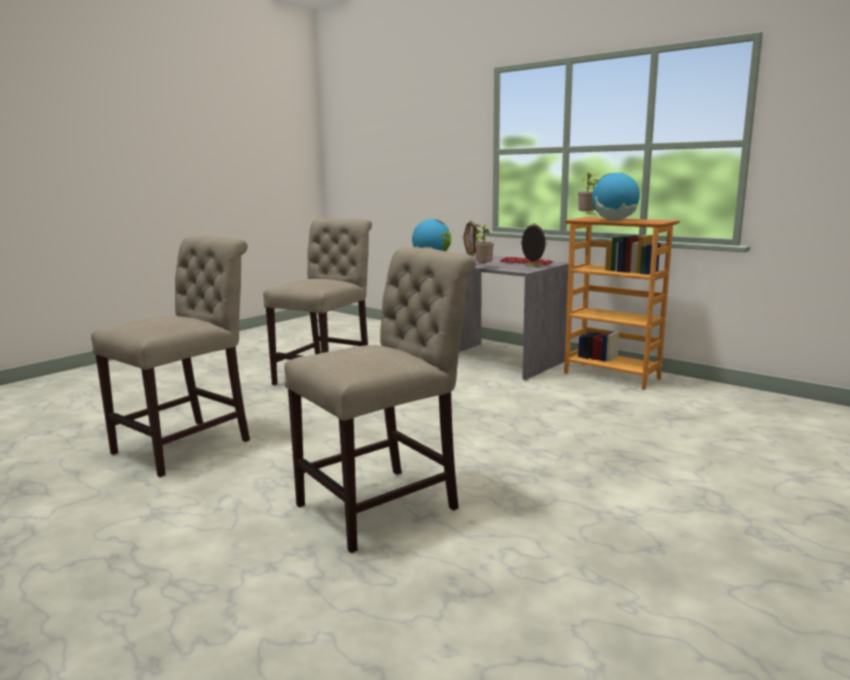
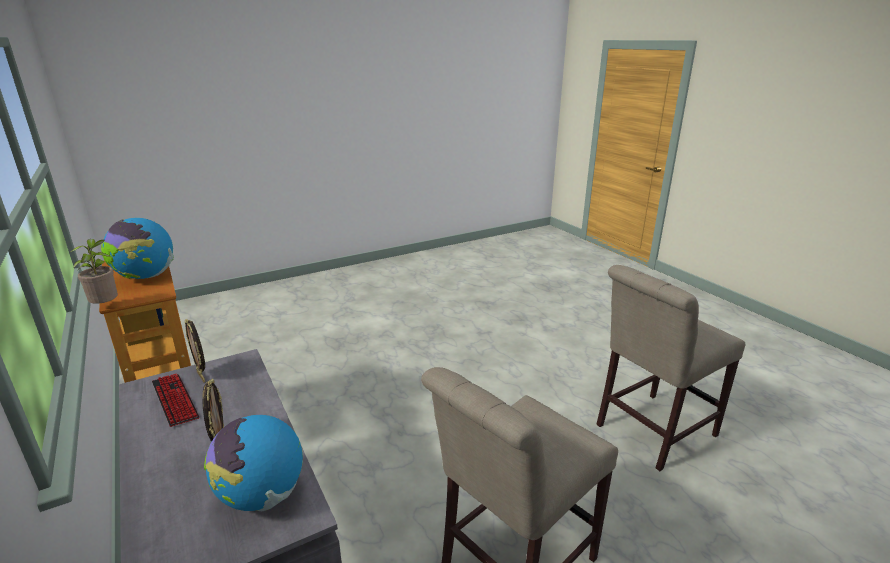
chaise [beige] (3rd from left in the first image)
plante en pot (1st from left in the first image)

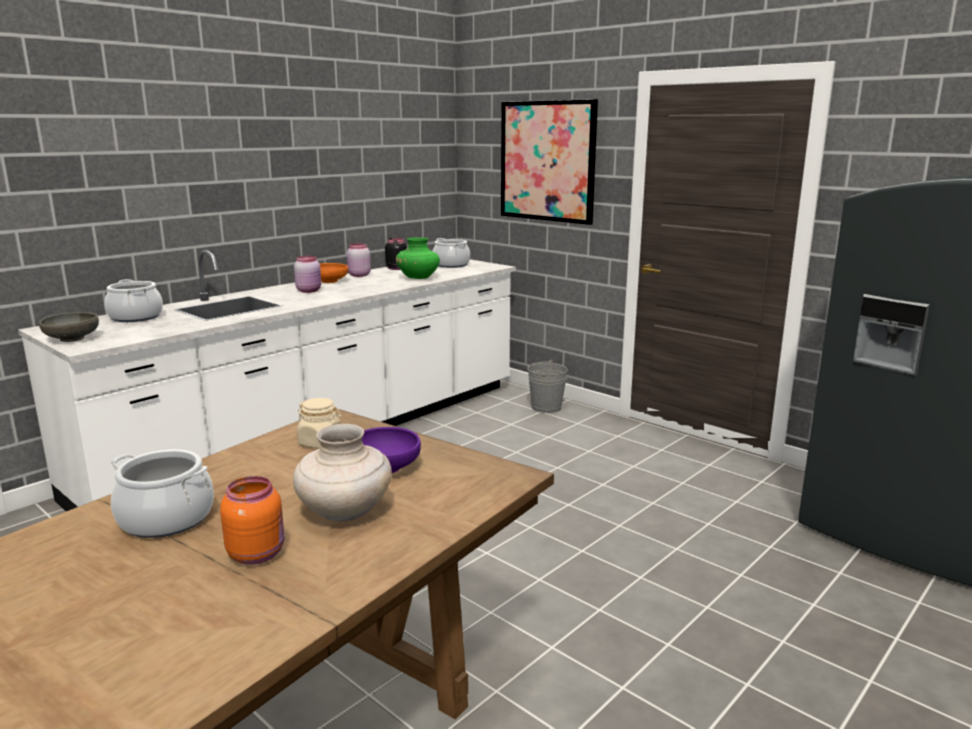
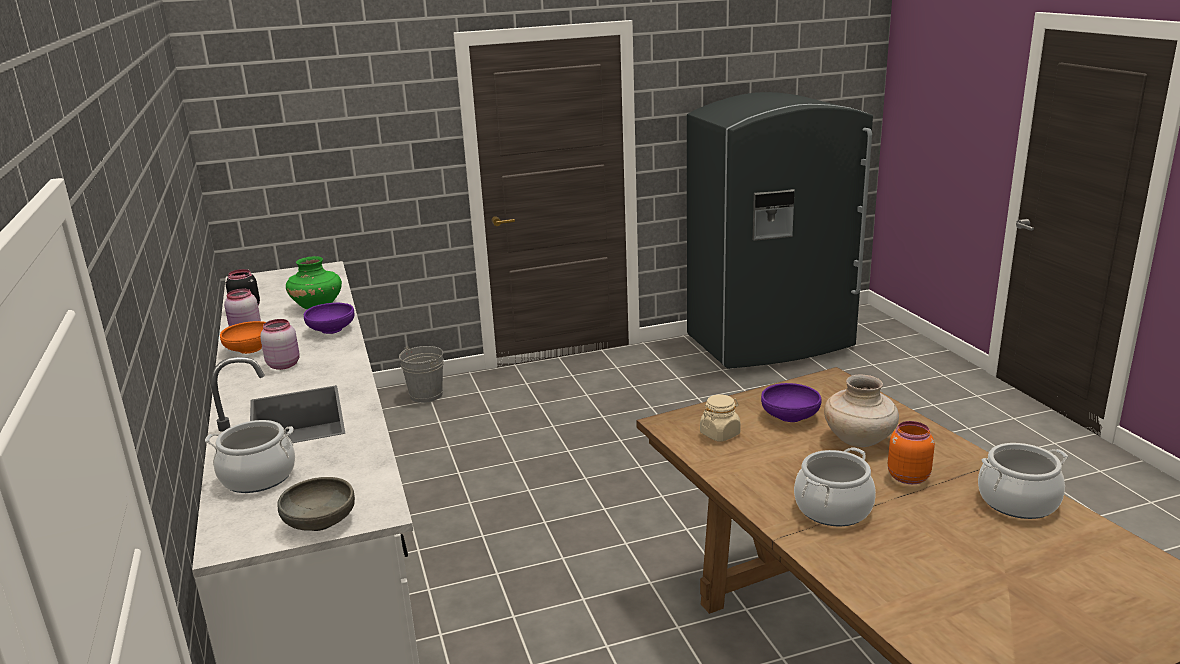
marmite (3rd from left)
tableau
bol [violet] (1st from left)

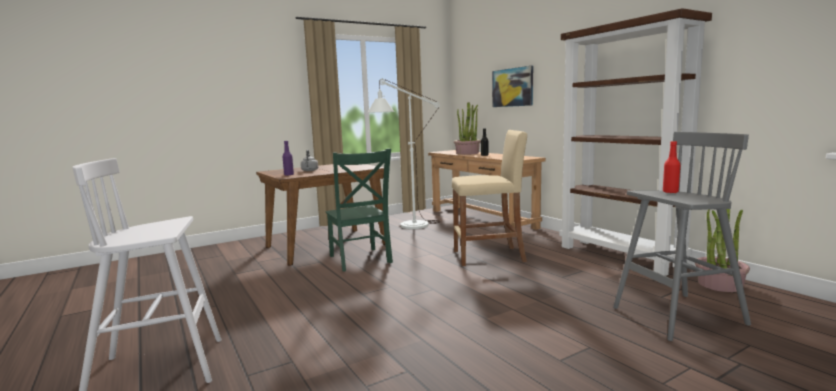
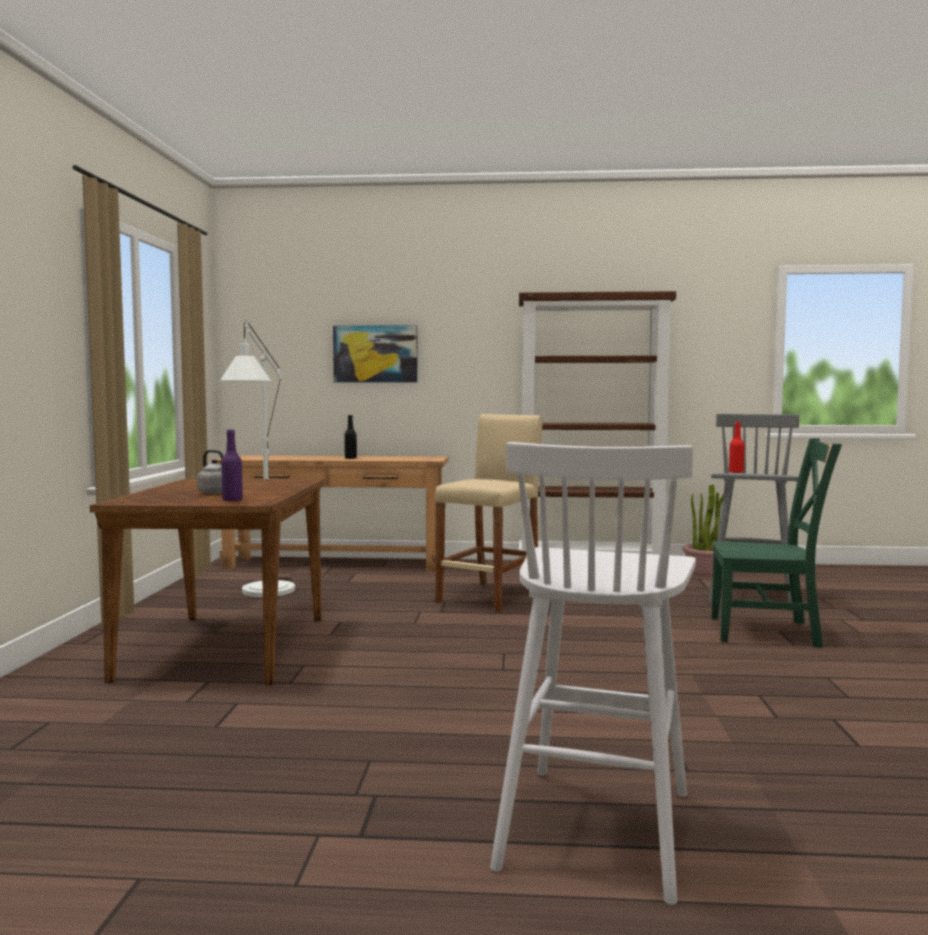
chaise [vert]
plante en pot (1st from left in the first image)

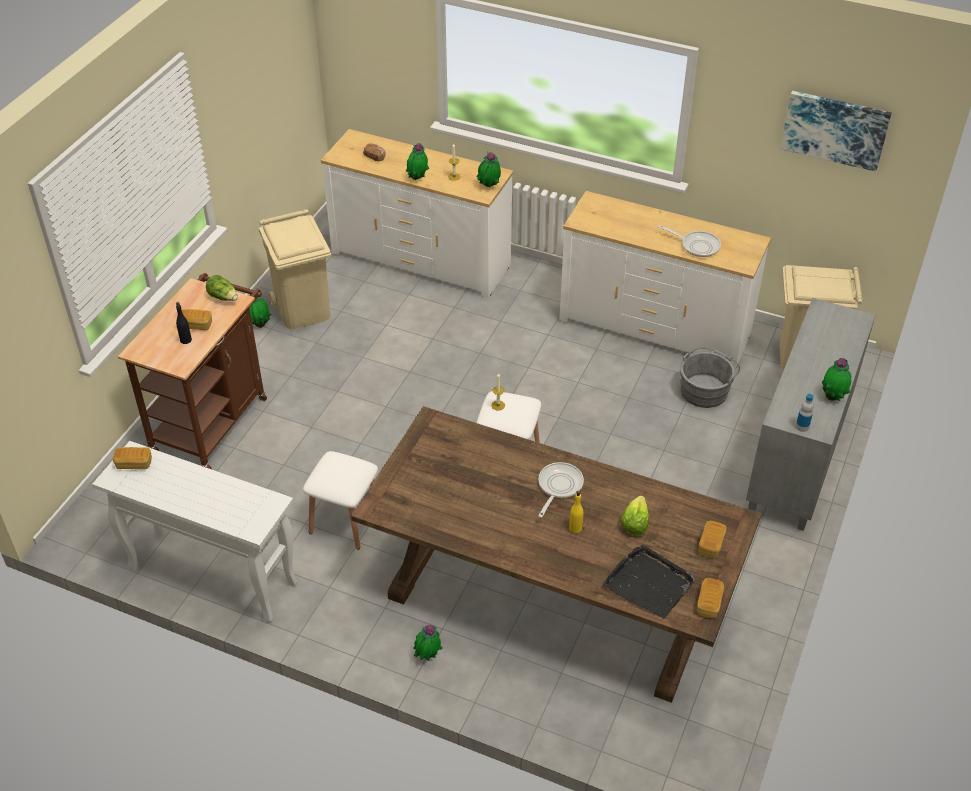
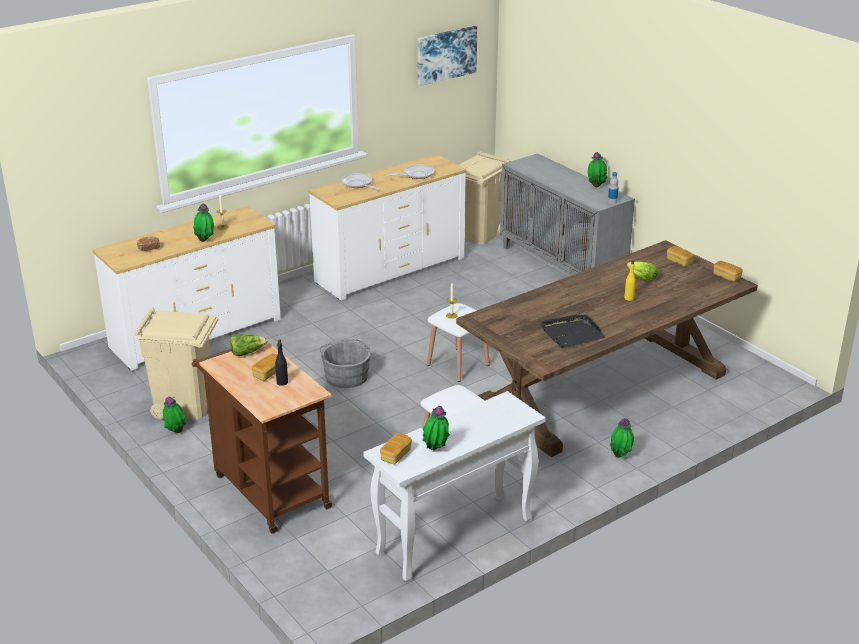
plante en pot (3rd from left)
poêle (1st from left)
plateau [noir]
seau [gris]

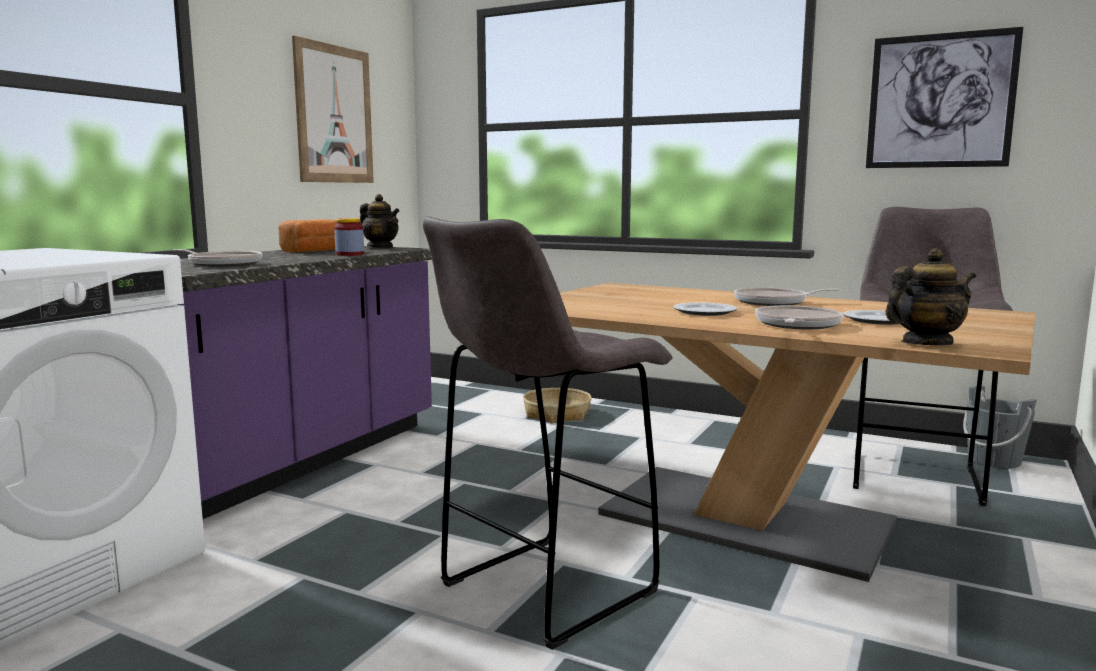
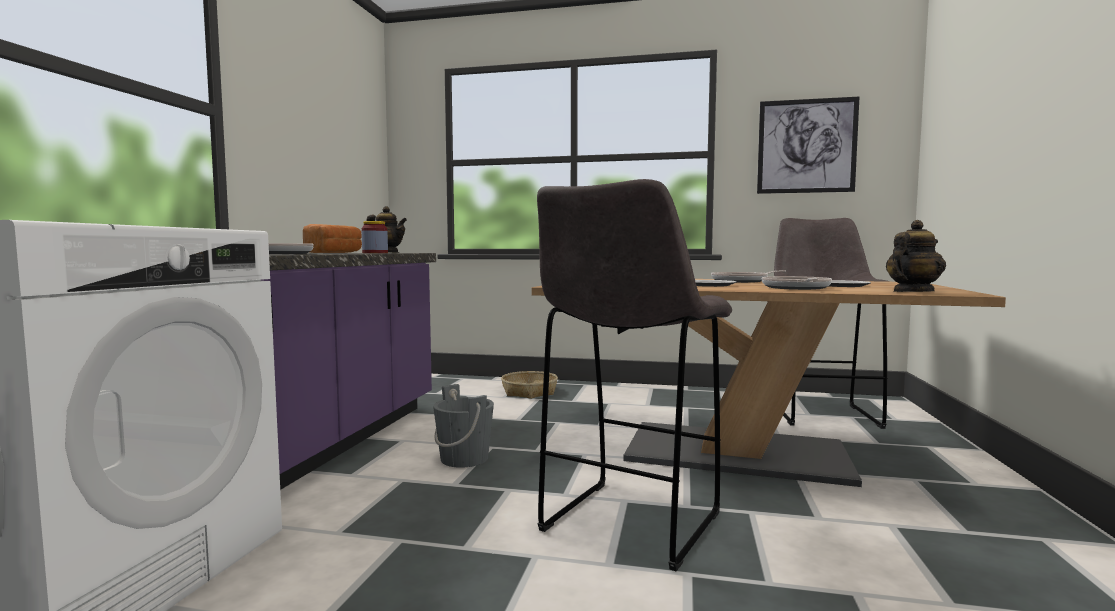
tableau (1st from left in the first image)
seau [gris]

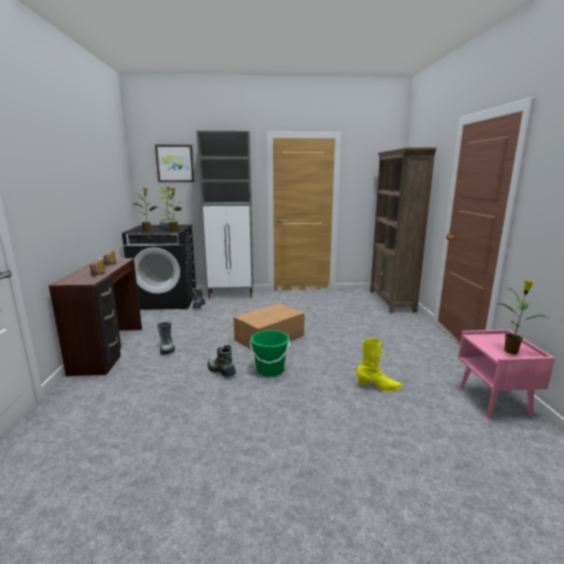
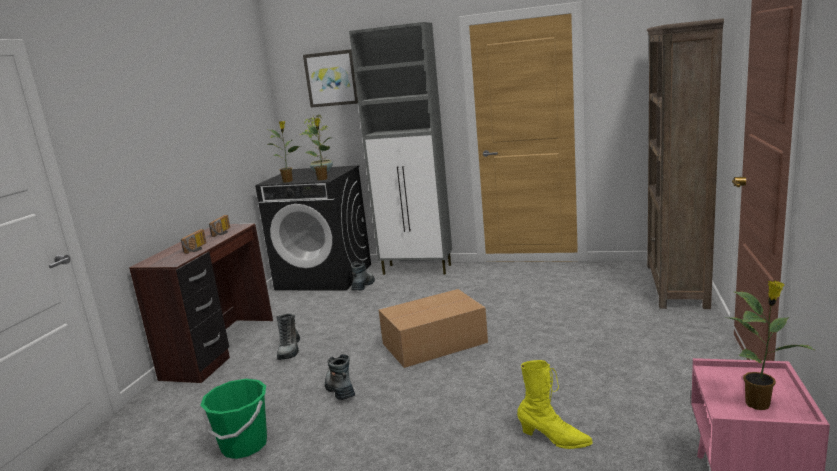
seau [vert]

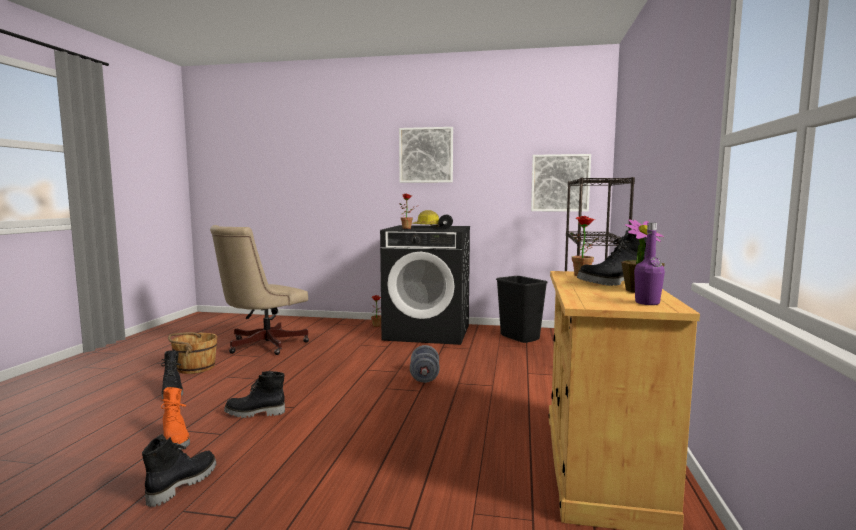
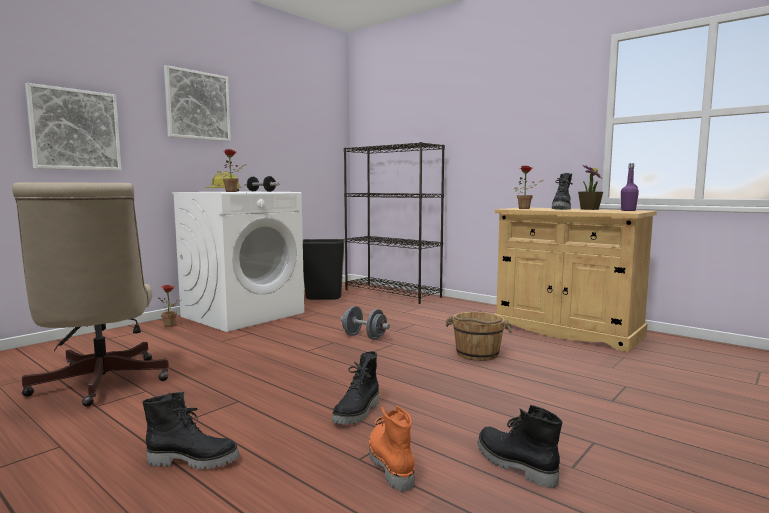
botte [orange]
seau [marron]
lave-linge [blanc]
tableau (1st from left)

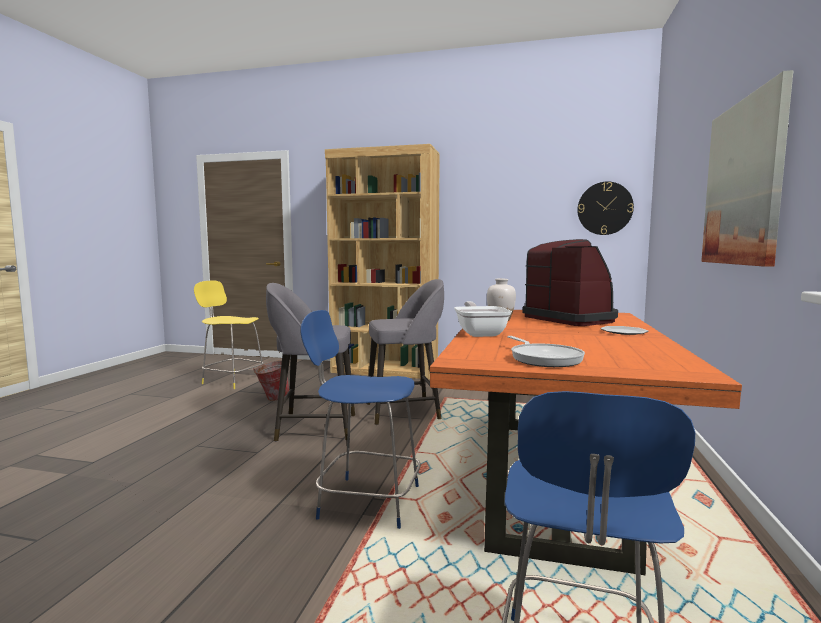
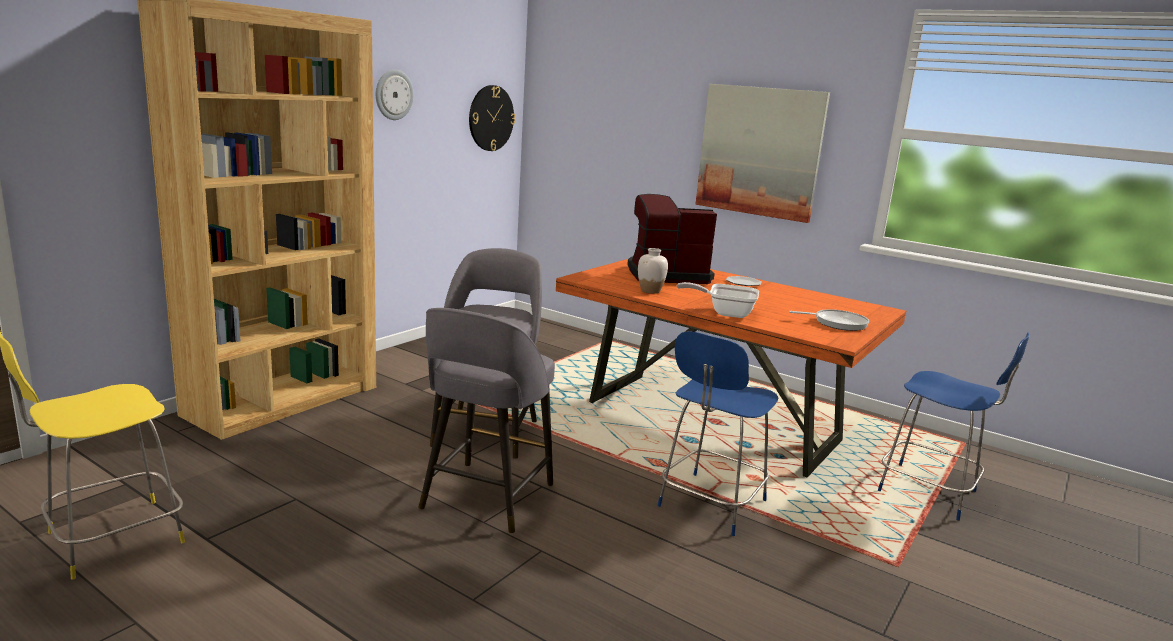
seau
horloge murale (1st from left)

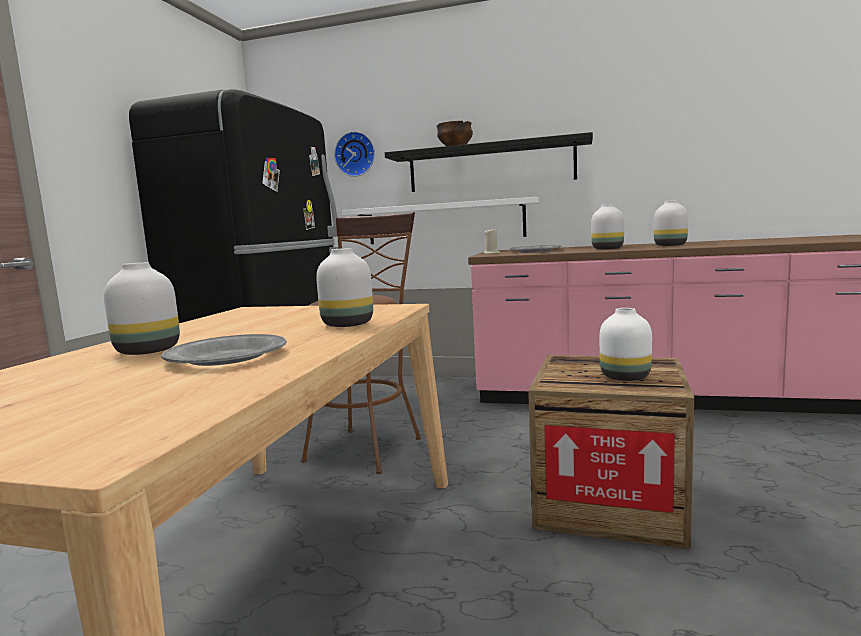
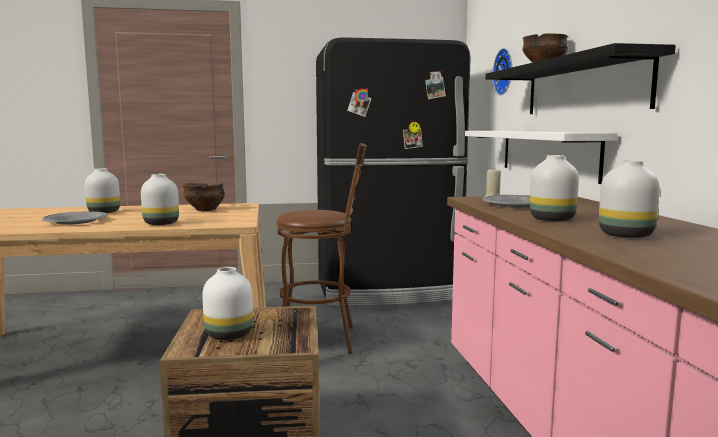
bol (1st from left)

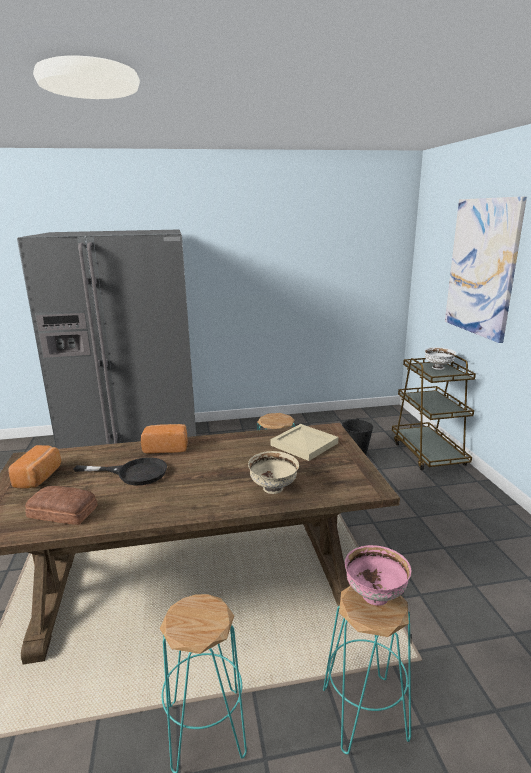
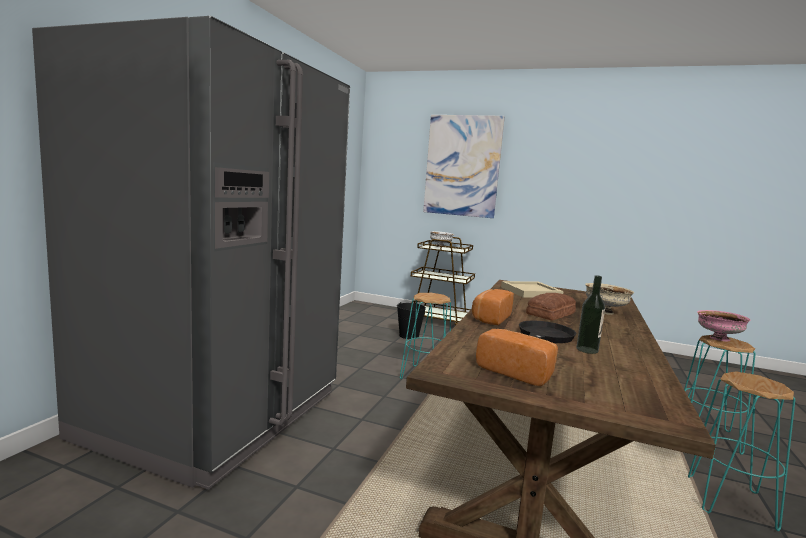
pain (3rd from left)
bouteille

